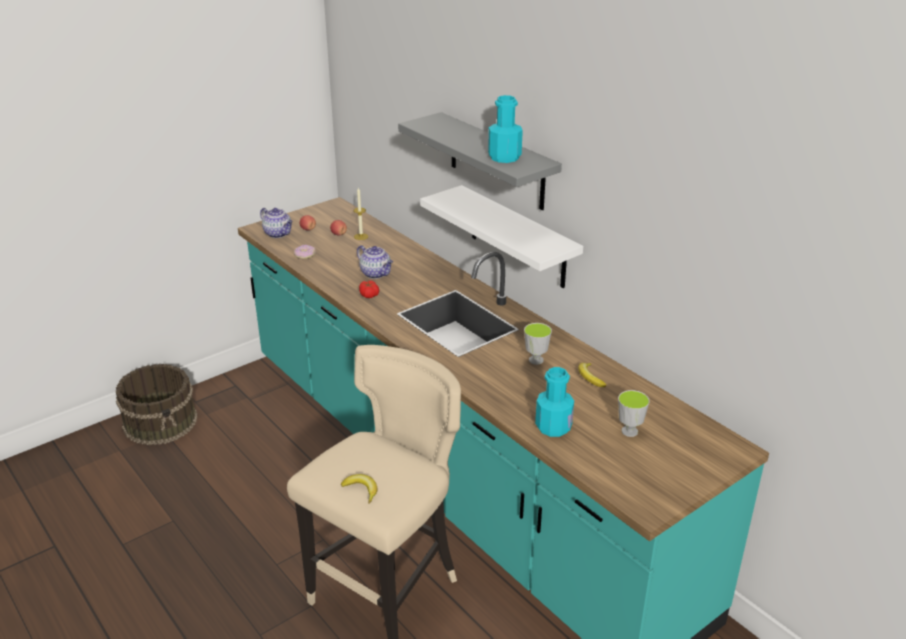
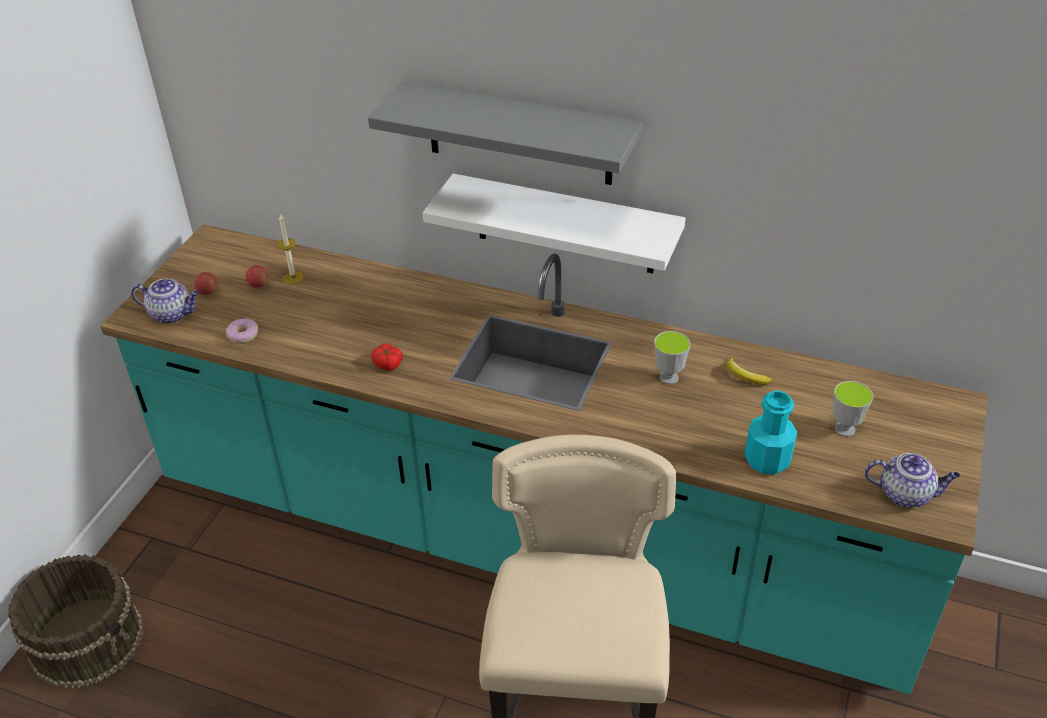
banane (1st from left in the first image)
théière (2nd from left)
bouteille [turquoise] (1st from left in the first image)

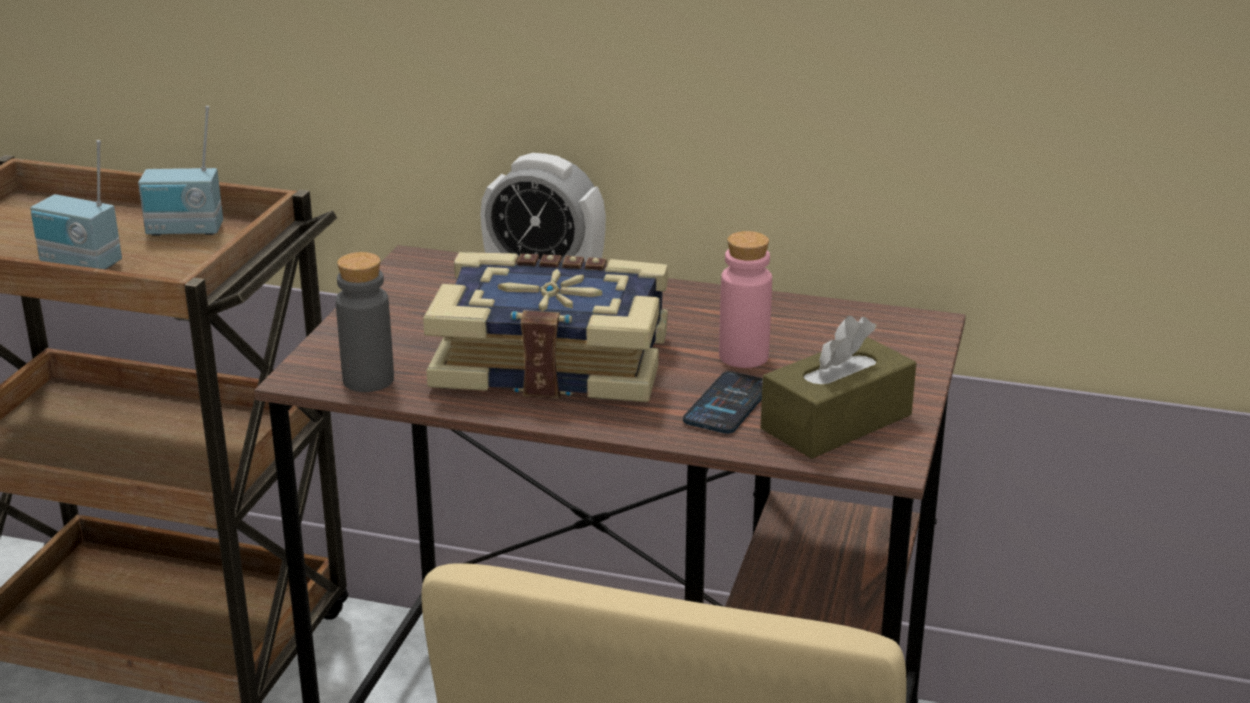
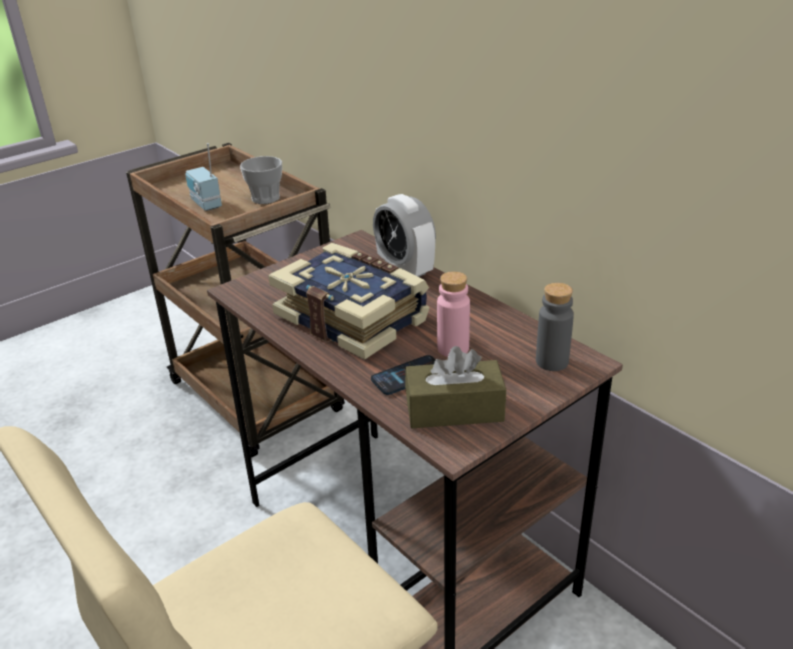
tasse
bouteille [gris]

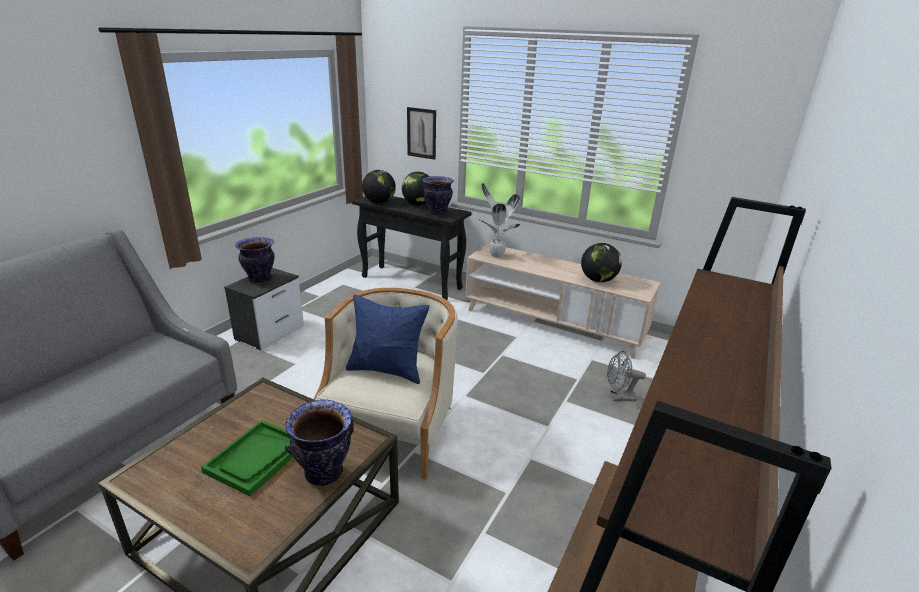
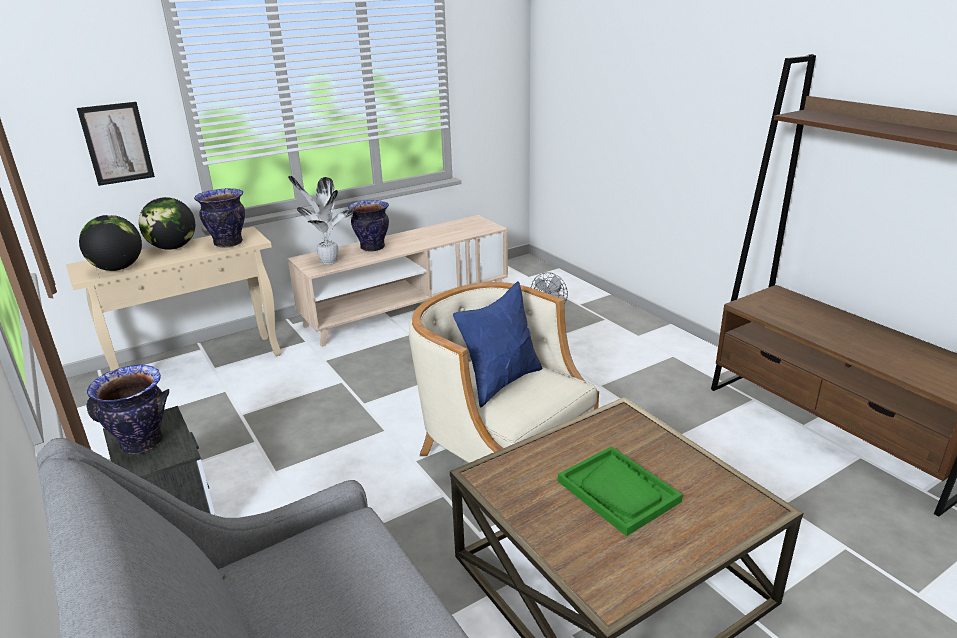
vase (3rd from left)
table console [beige]
globe (3rd from left in the first image)

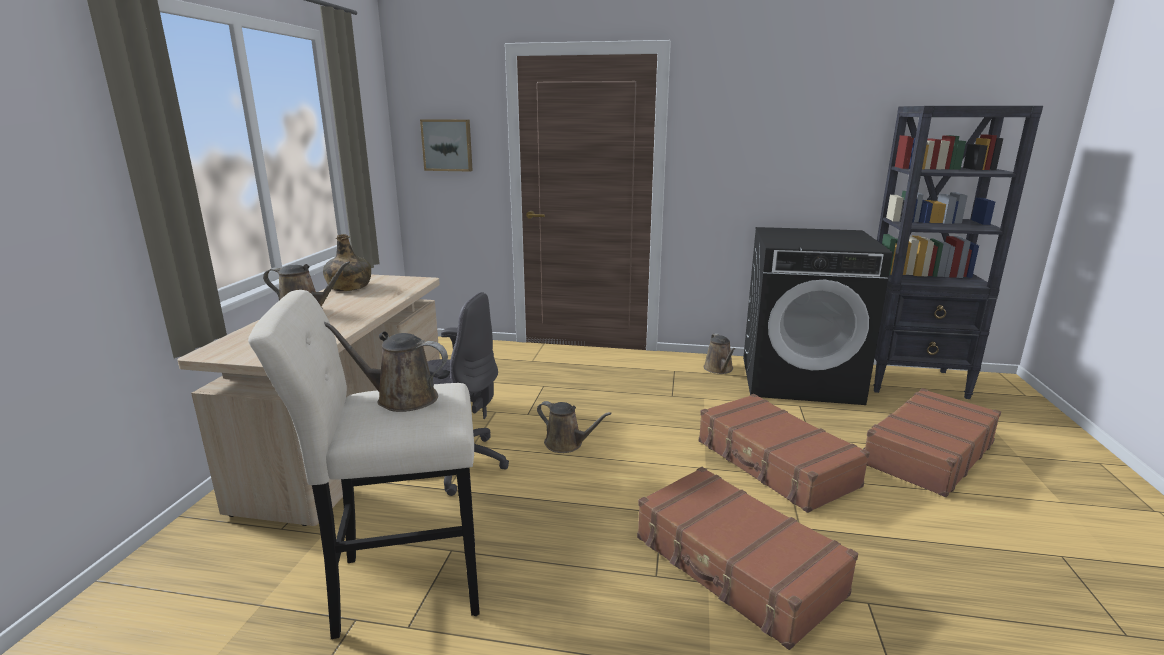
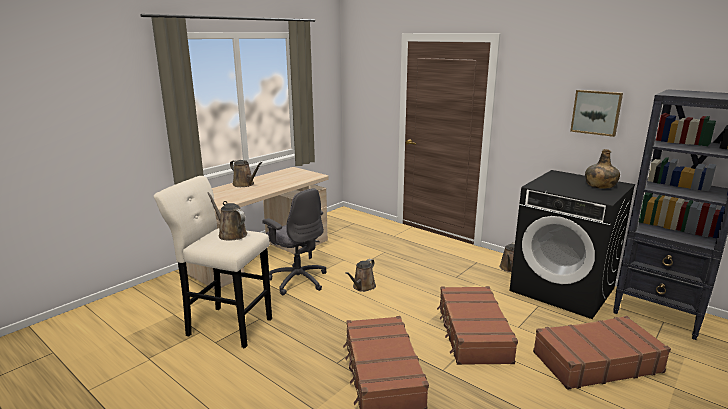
bouteille [vert]
tableau
arrosoir [marron] (3rd from left)

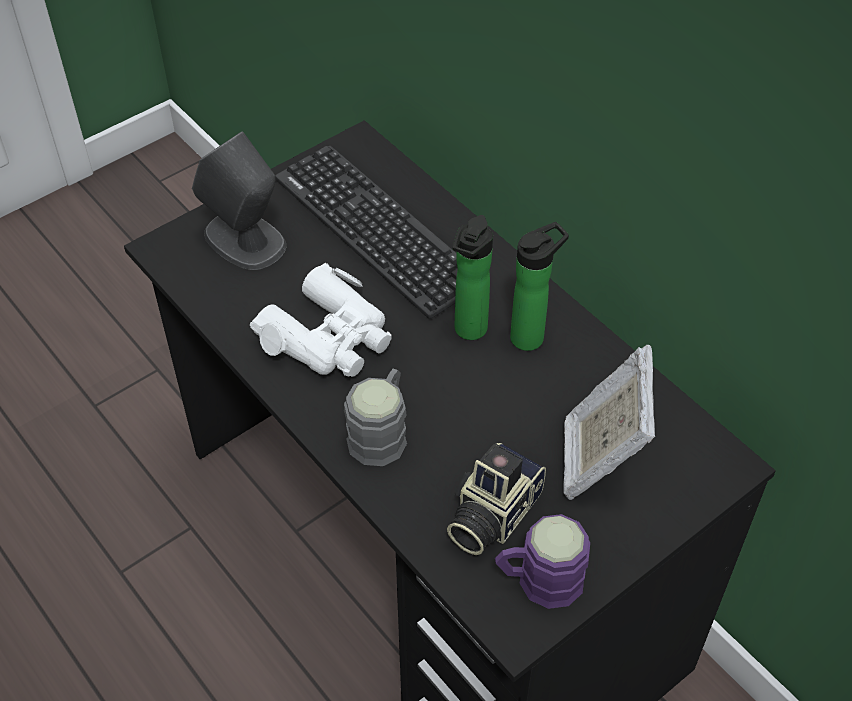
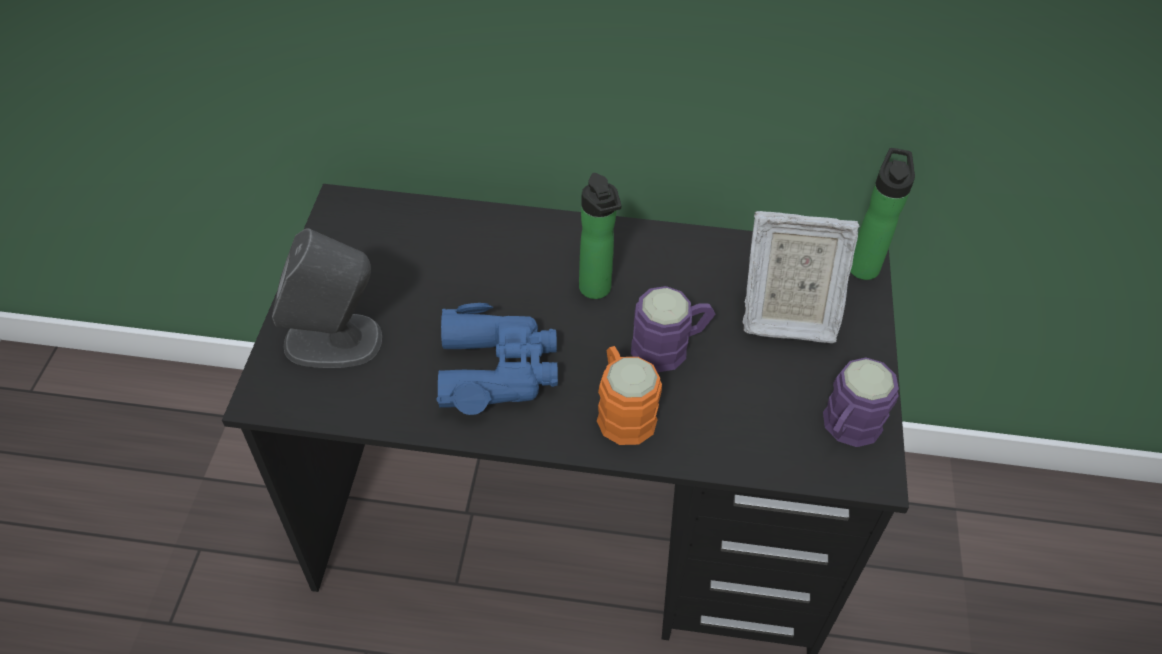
jumelles [bleu]
clavier
mug [orange]
appareil photo
bouteille (2nd from left)
cadre photo
mug [violet] (1st from left)

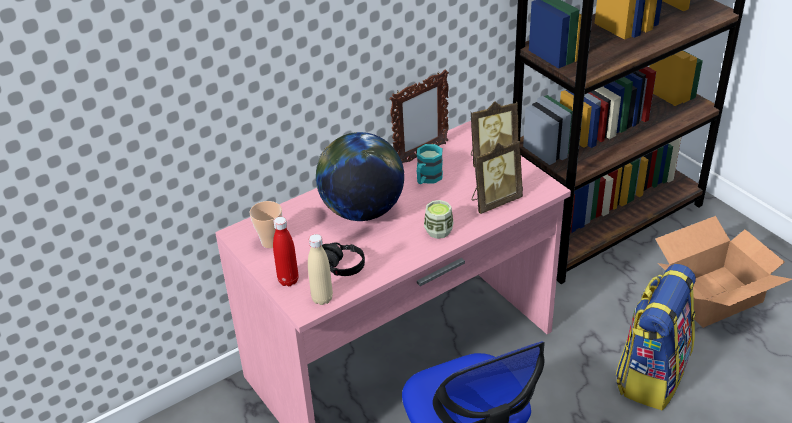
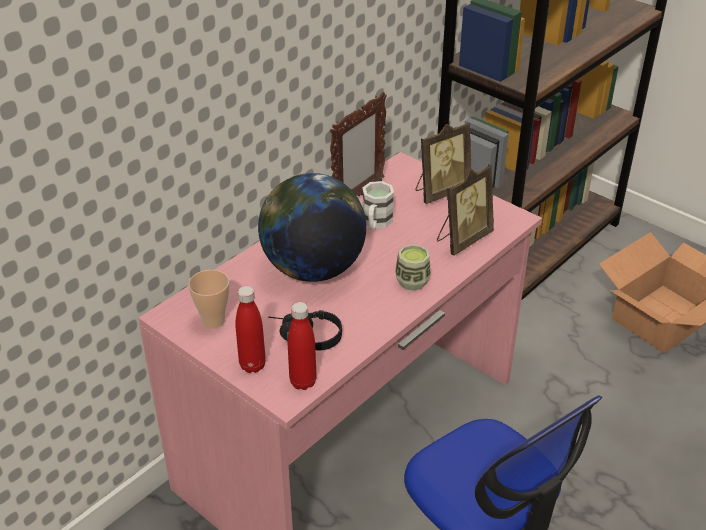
bouteille [rouge] (2nd from left)
mug [blanc]
sac à dos

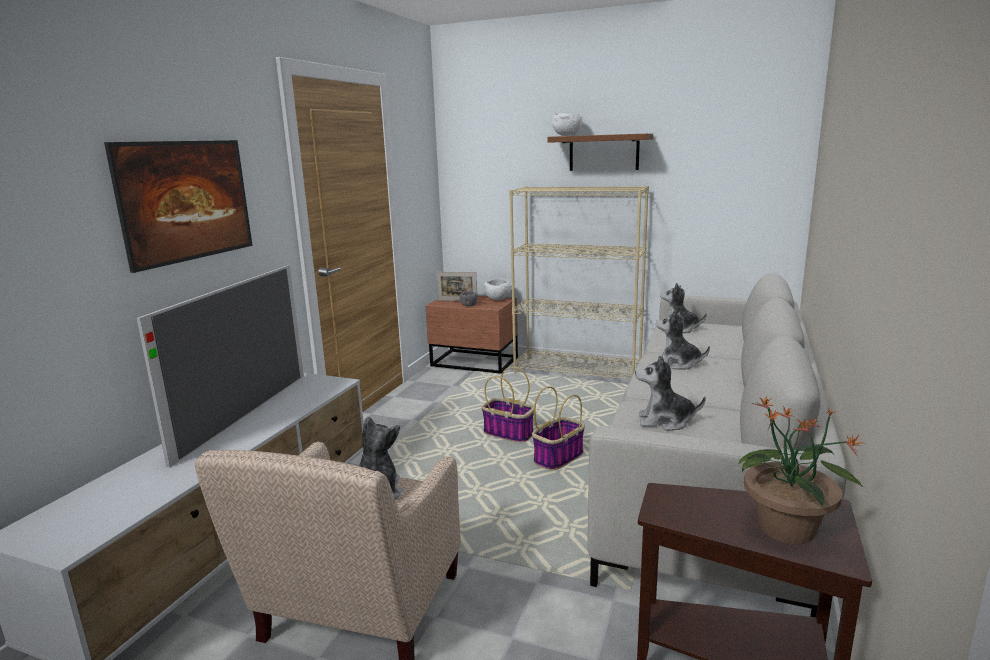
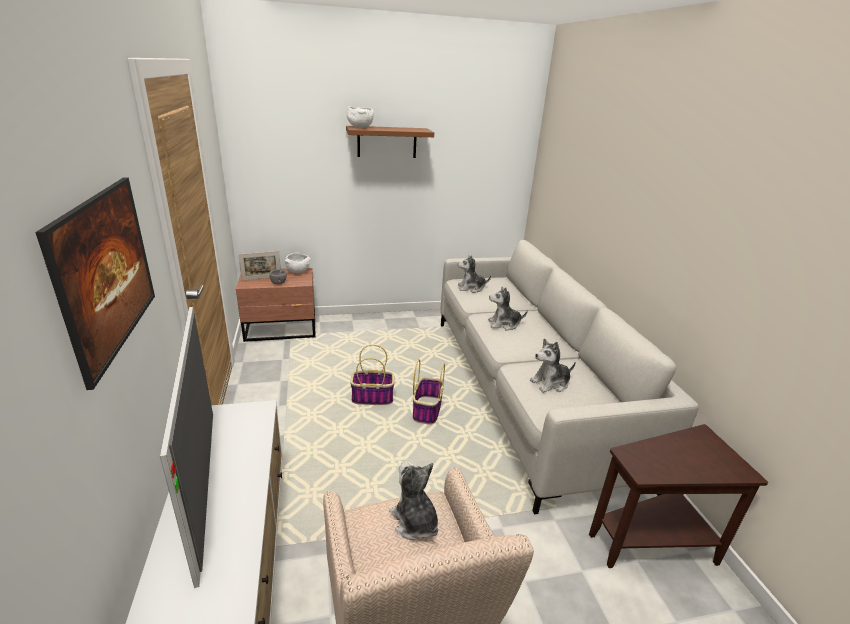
bibliothèque [beige]
plante en pot

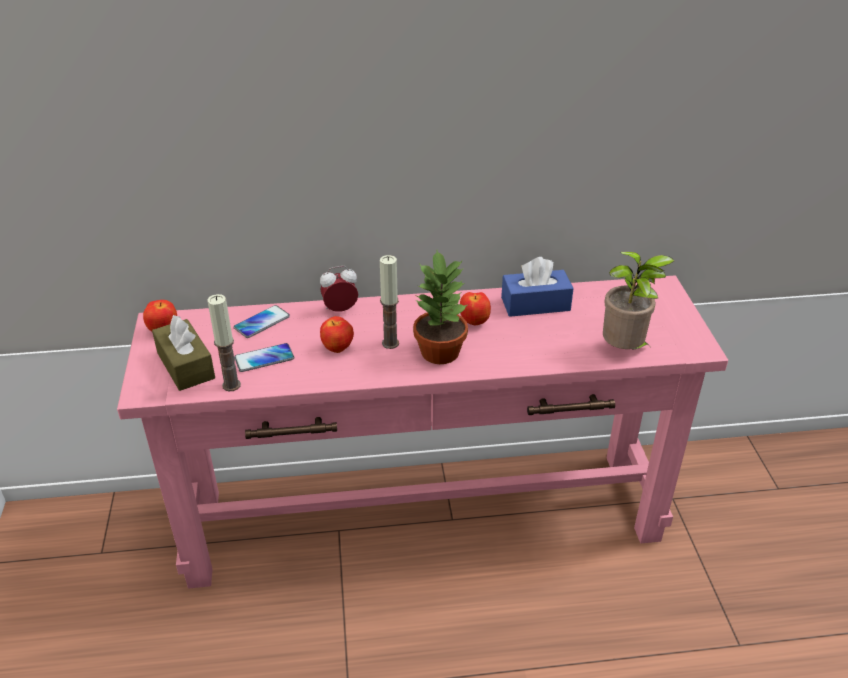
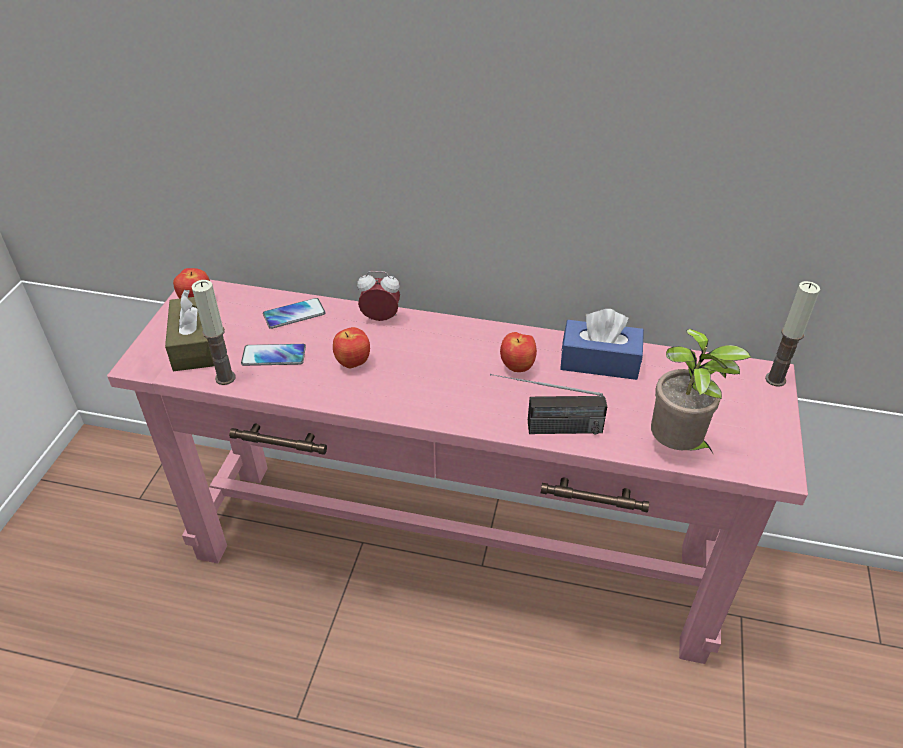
bougie (2nd from left)
plante en pot (1st from left in the first image)
radio

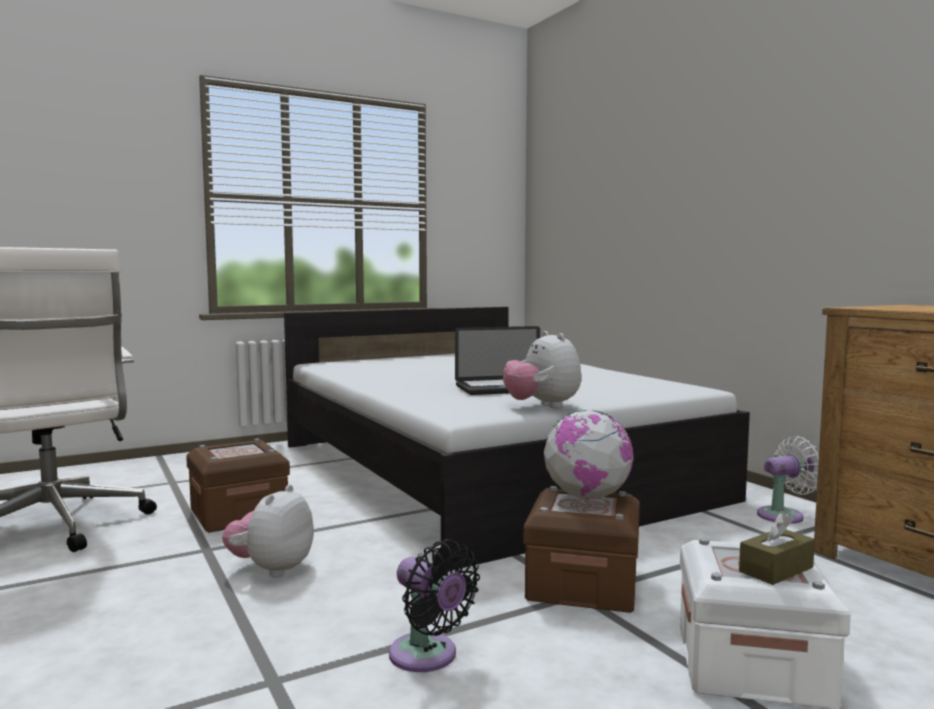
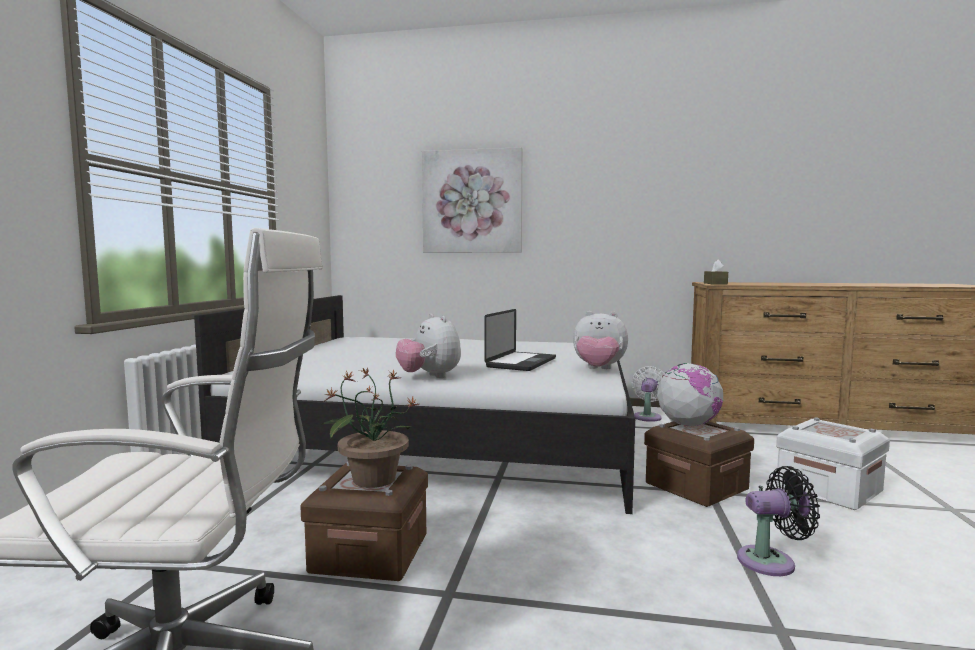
peluche (1st from left)
boîte à mouchoirs [marron]
plante en pot
tableau

